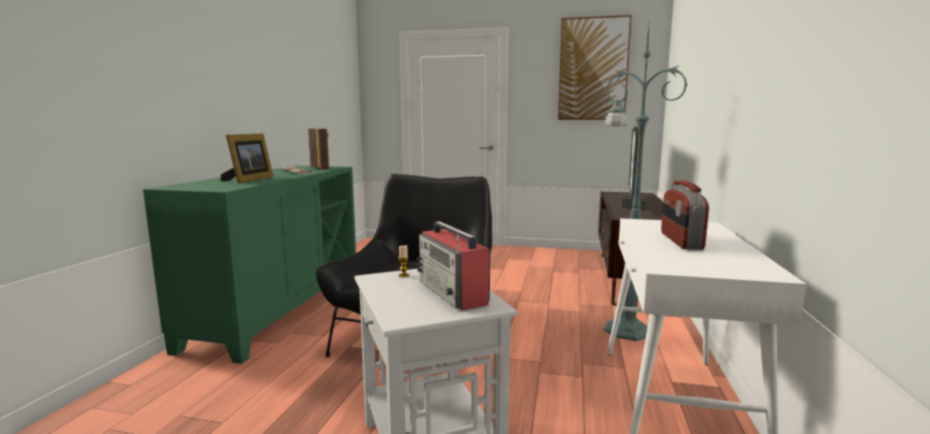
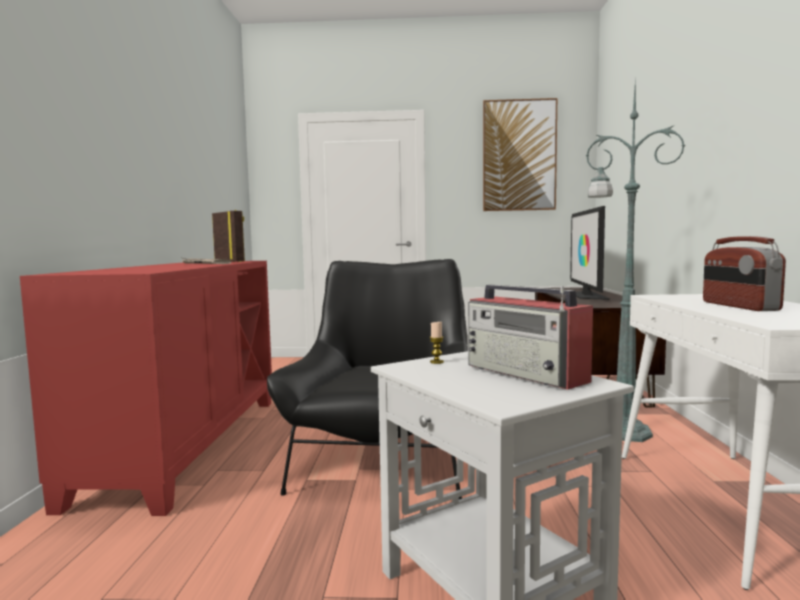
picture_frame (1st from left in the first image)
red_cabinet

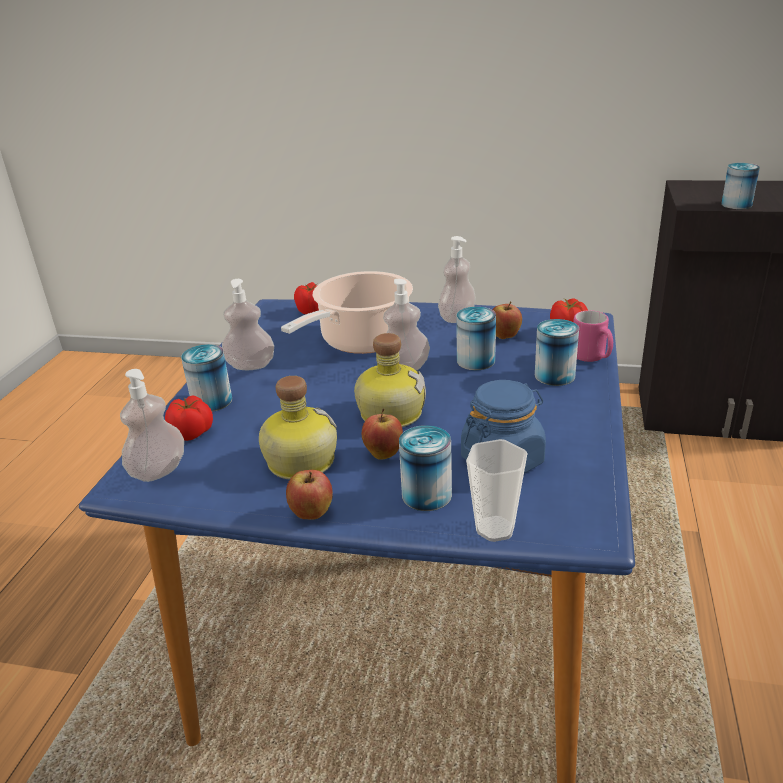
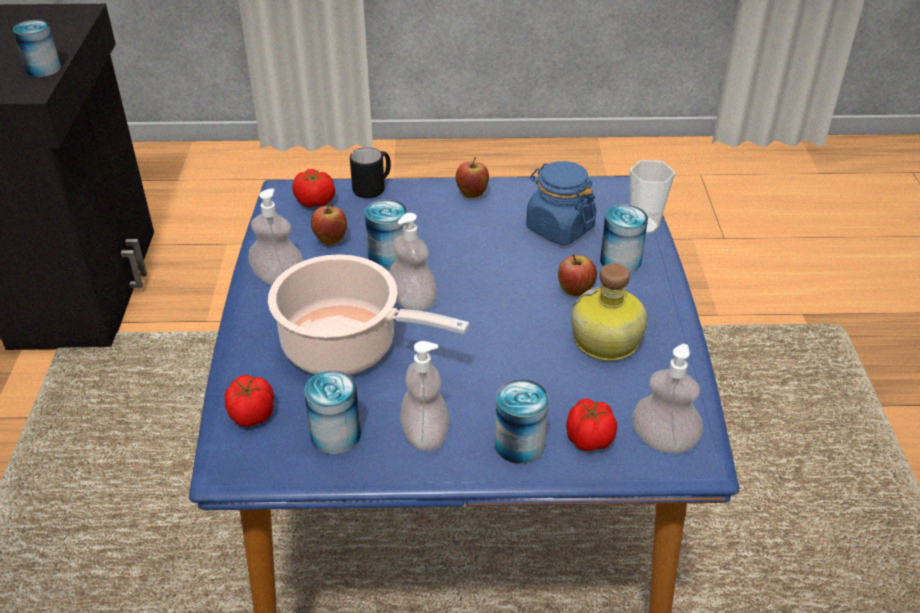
bottle (2nd from left in the first image)
apple (2nd from left)
can (2nd from left)
black_mug

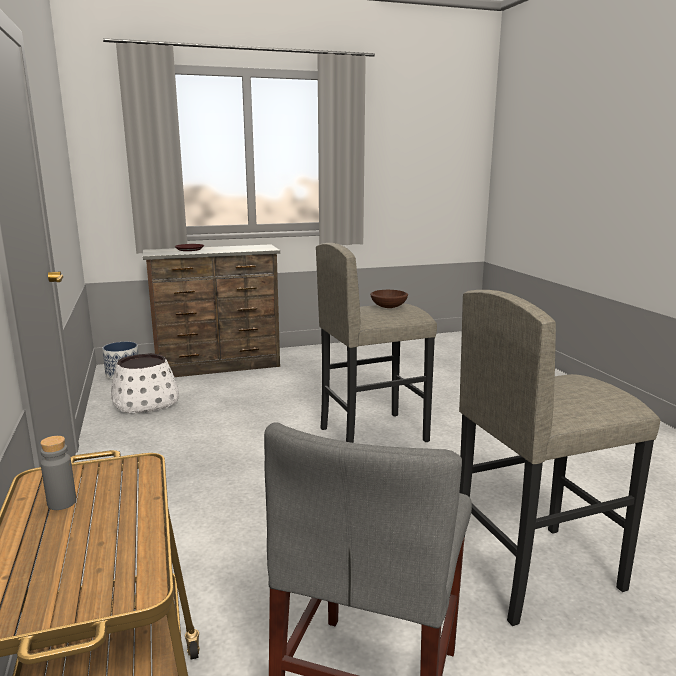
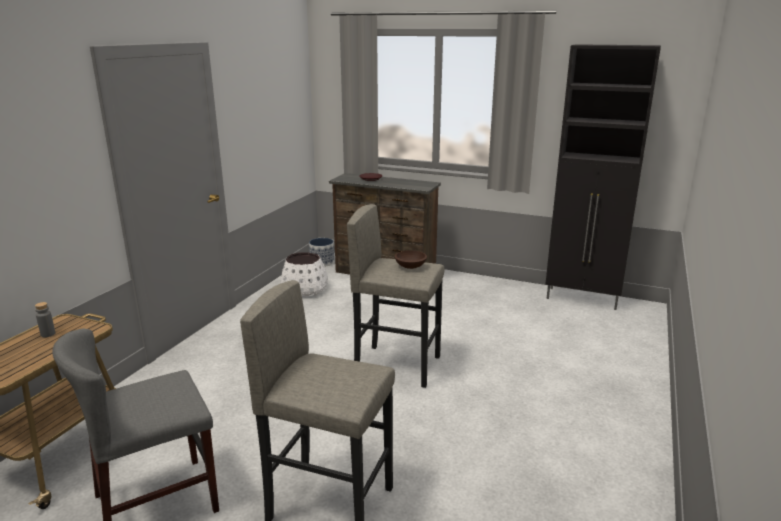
black_cabinet

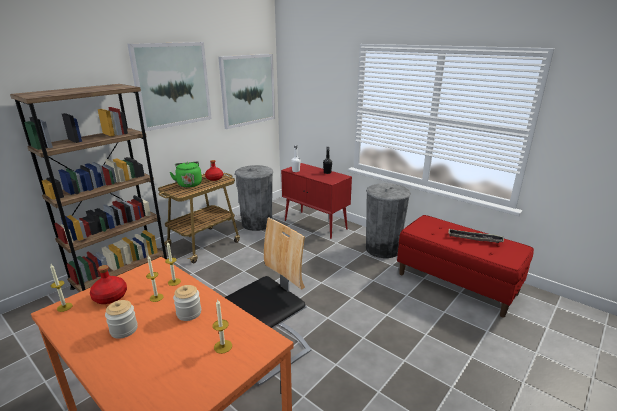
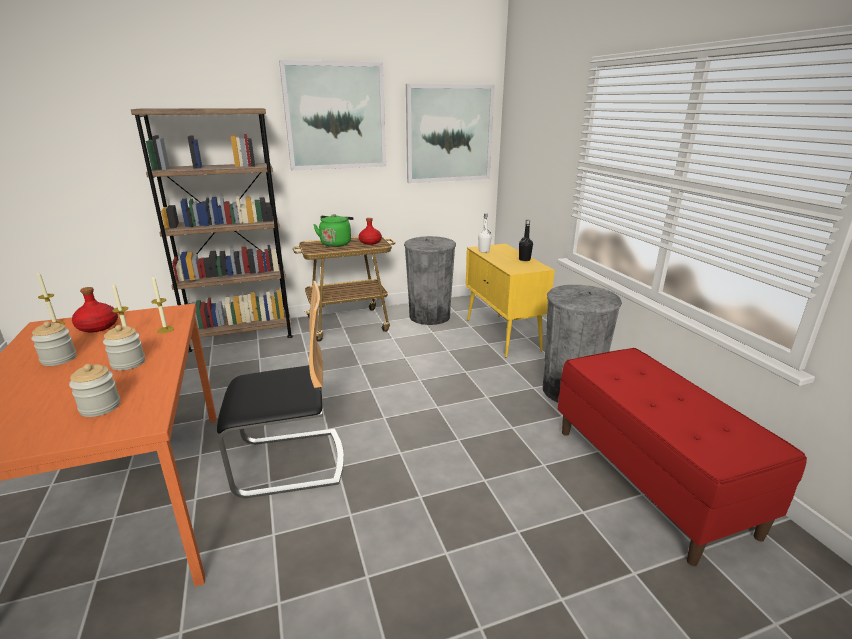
tray
jar (2nd from left)
yellow_cabinet

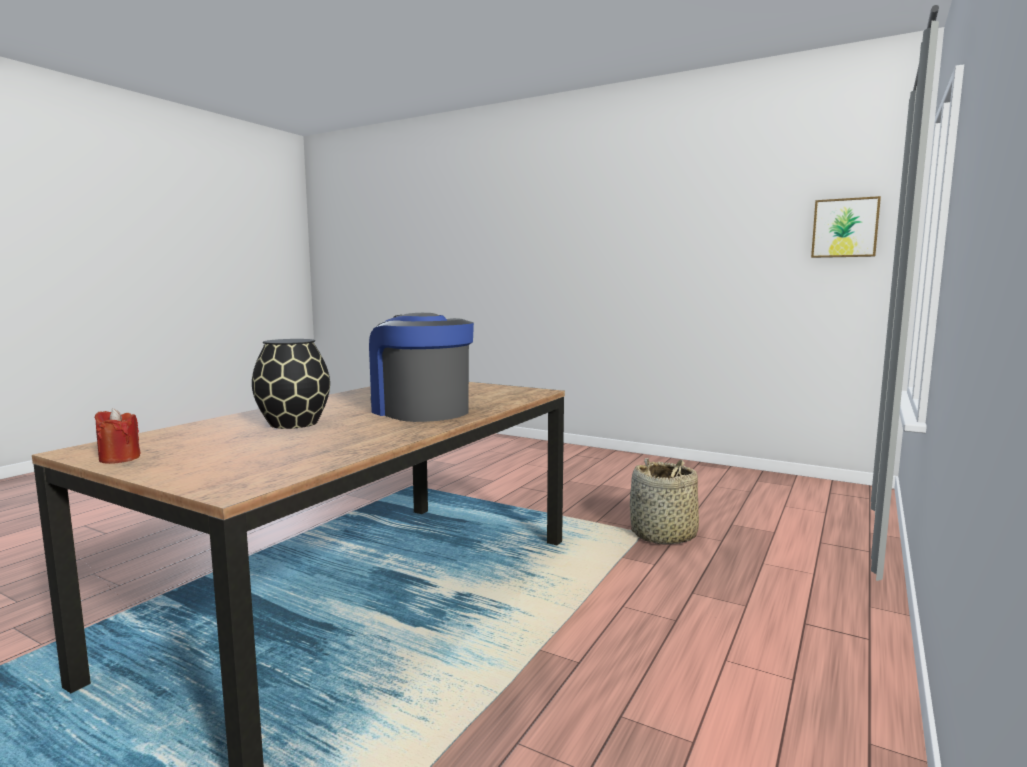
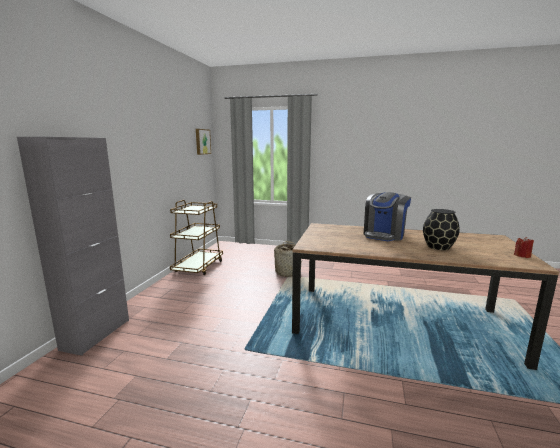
grey_cabinet
brown_cart

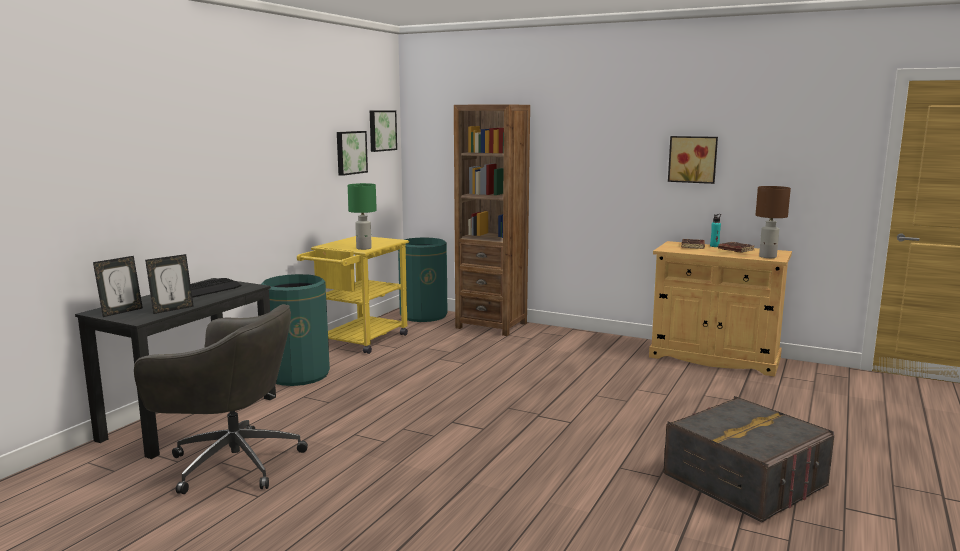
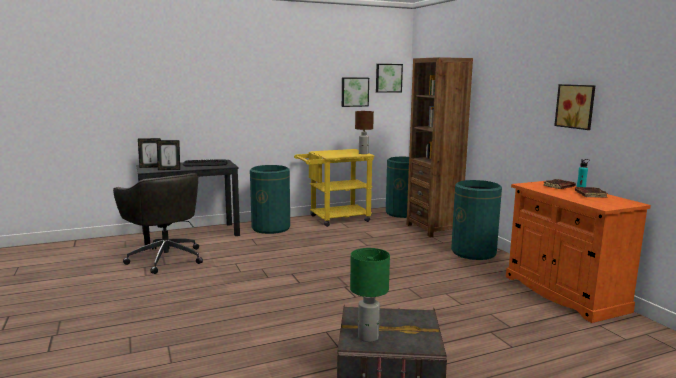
green_trash_can (3rd from left)
green_table_lamp
brown_table_lamp
orange_cabinet

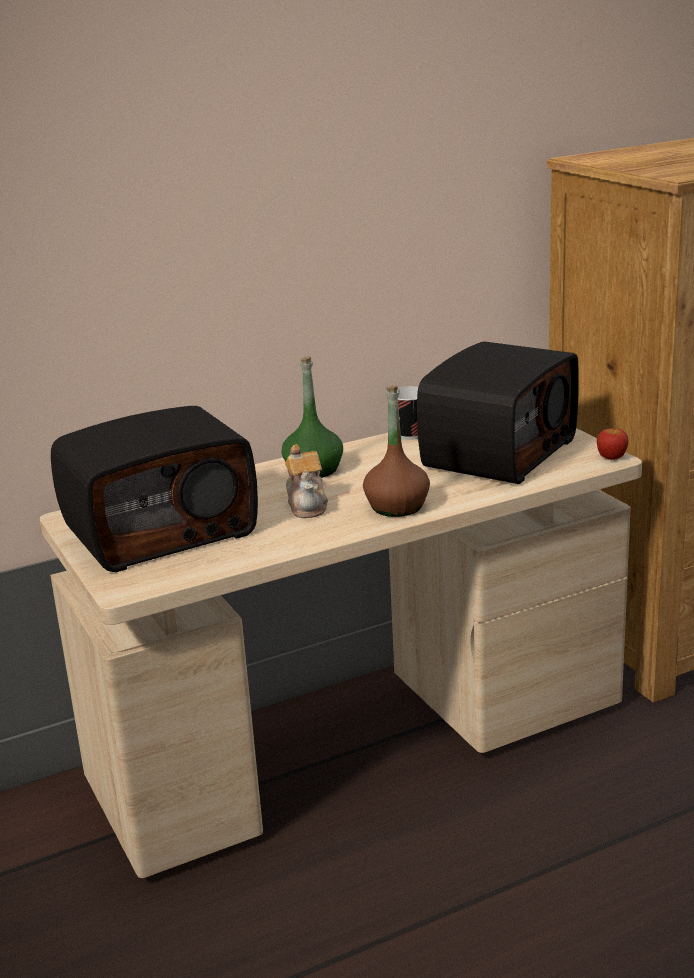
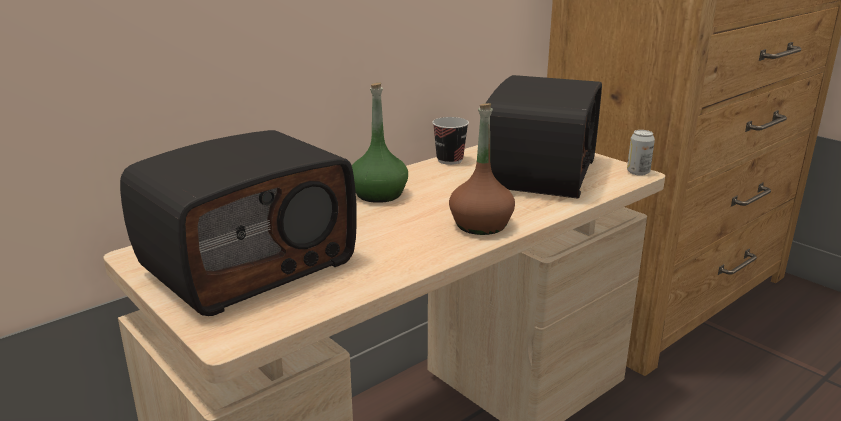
teapot
can

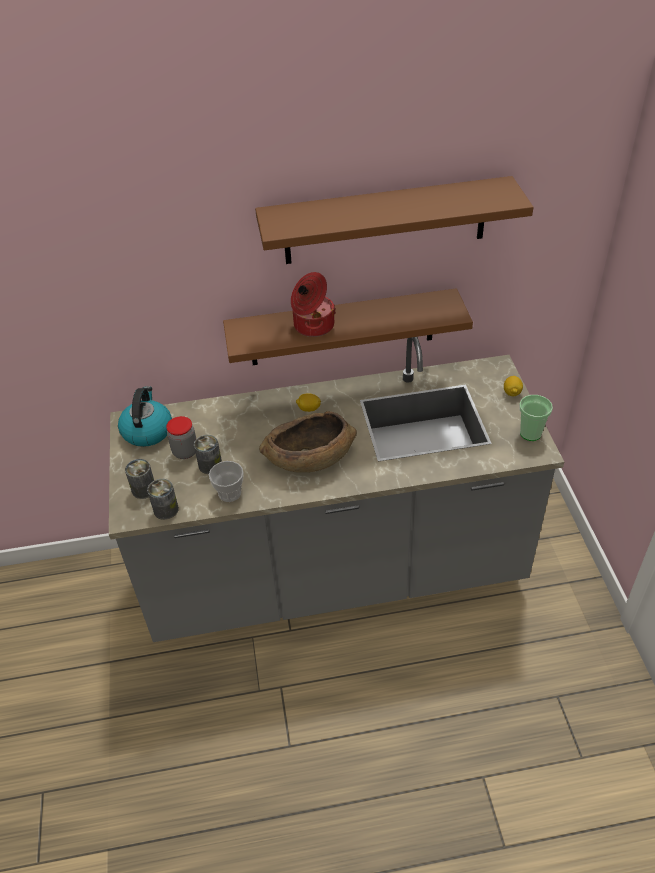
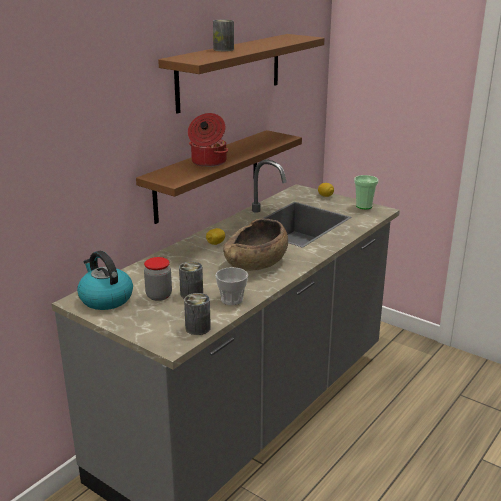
can (3rd from left)

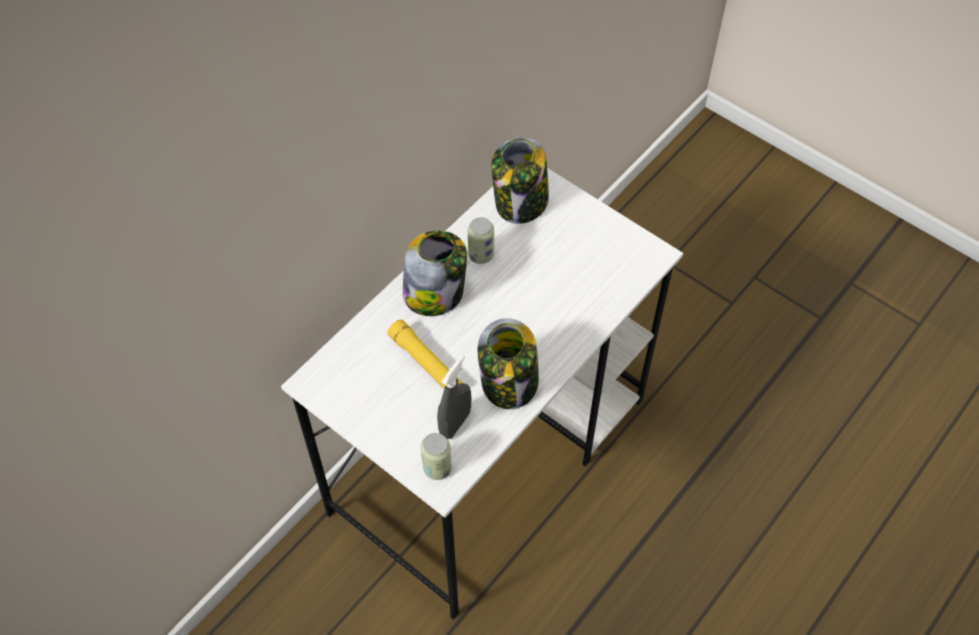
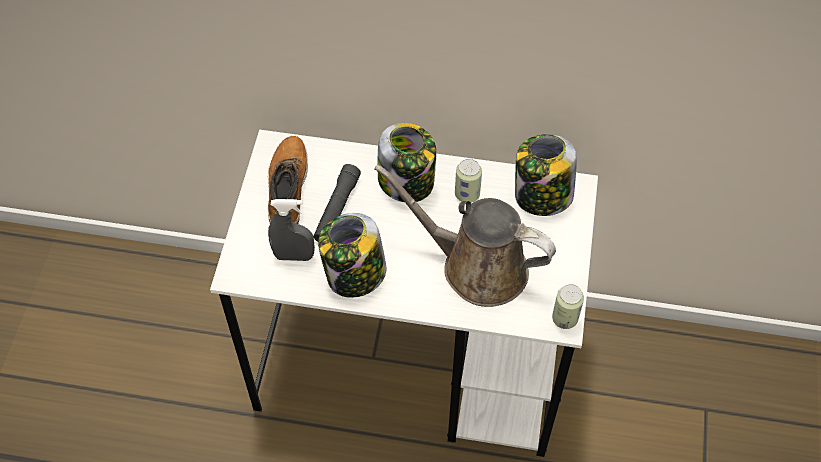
boot
brown_watering_can
can (2nd from left)
black_flashlight

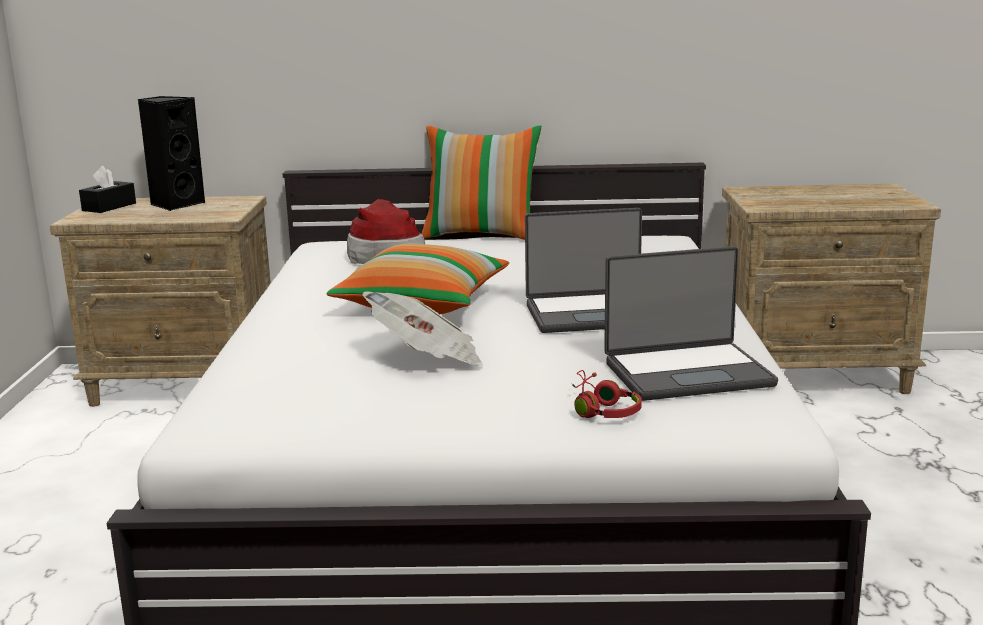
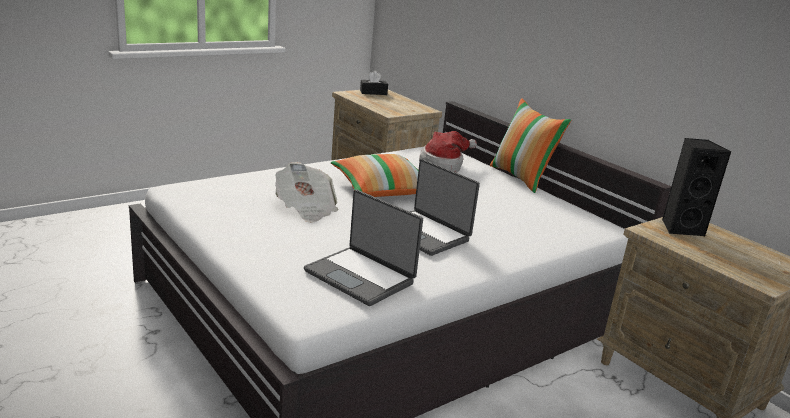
red_headphones
black_speaker

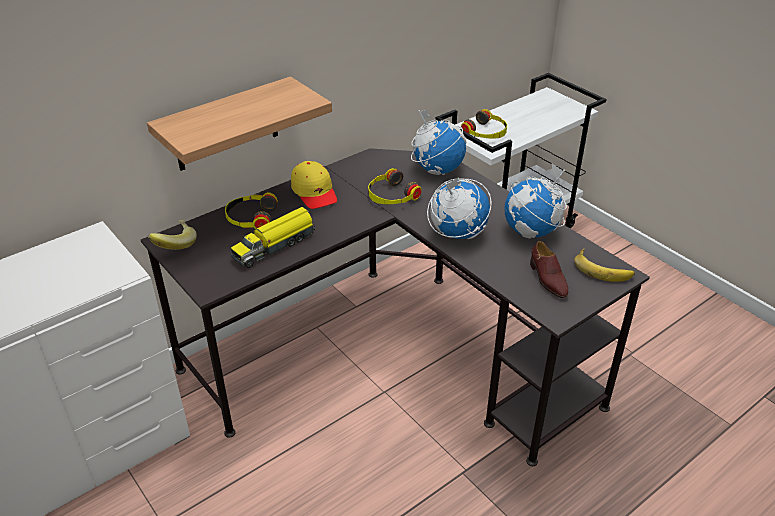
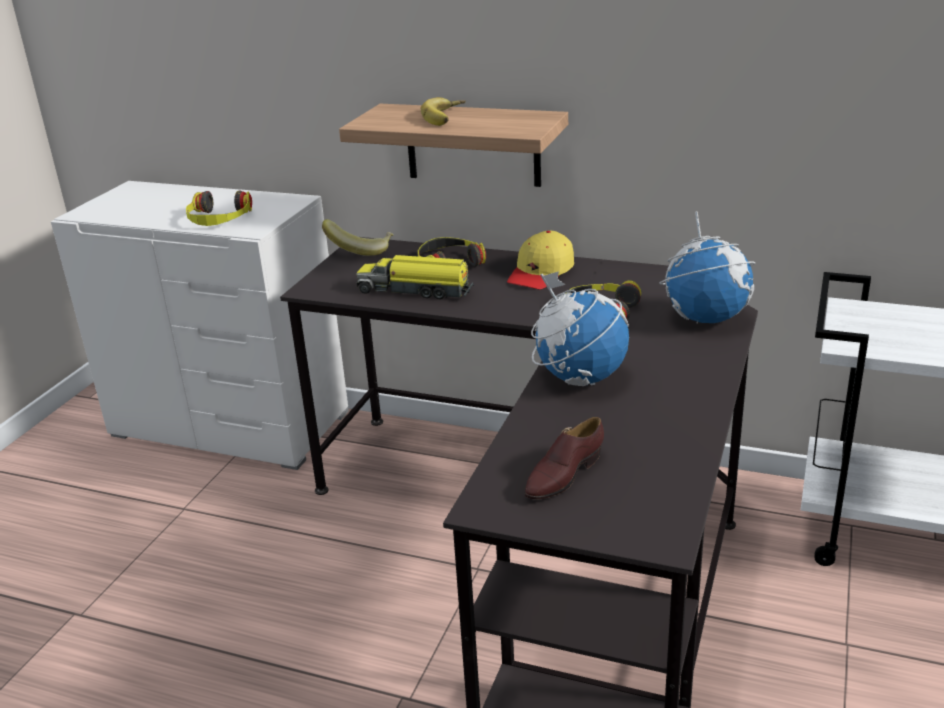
globe (3rd from left in the first image)
headphones (1st from left)
banana (2nd from left)

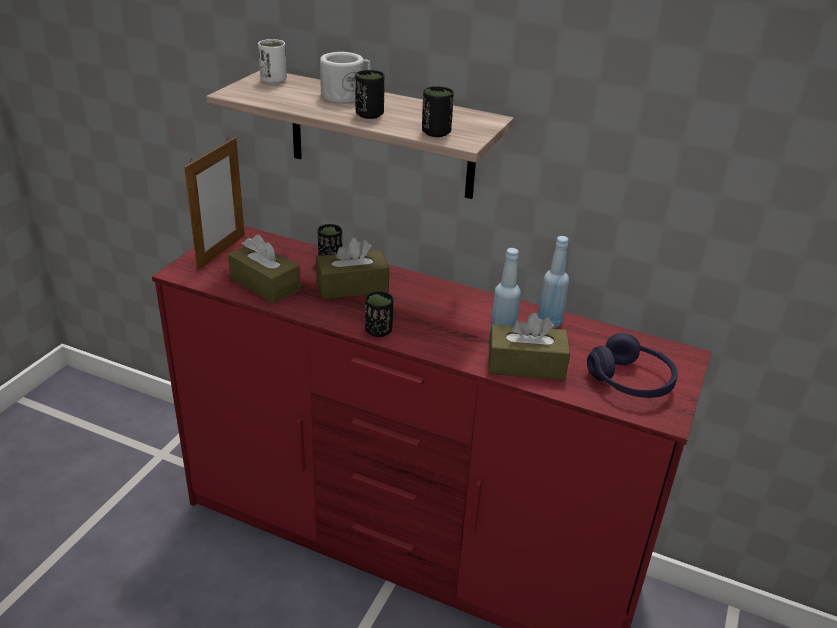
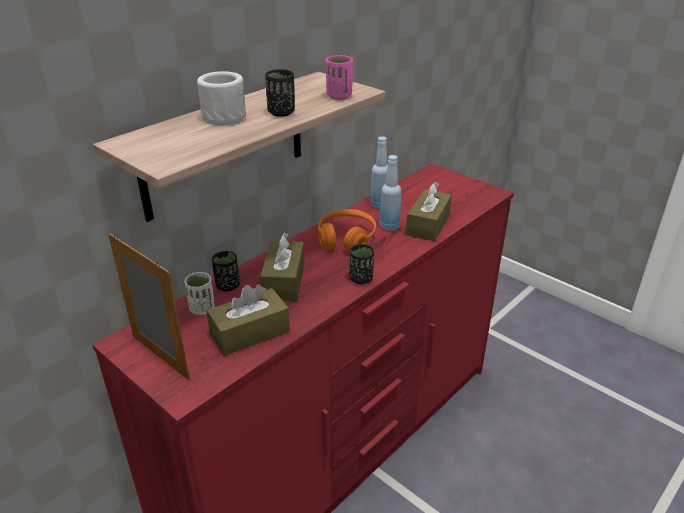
purple_headphones
orange_headphones
white_cup
pink_cup

